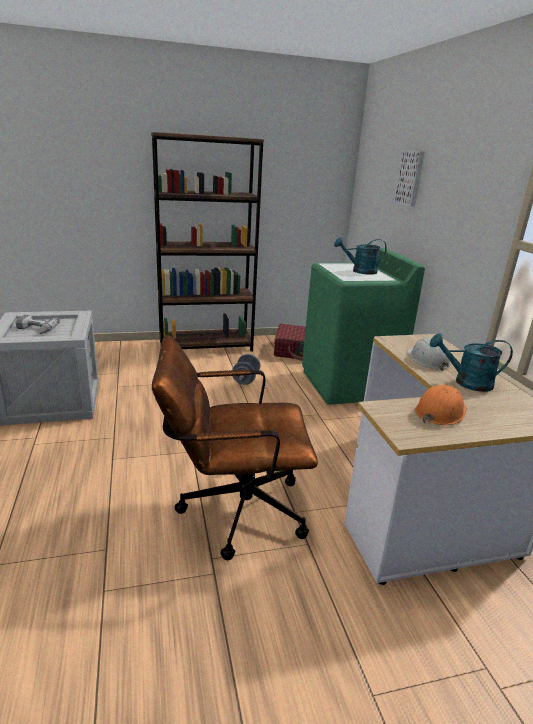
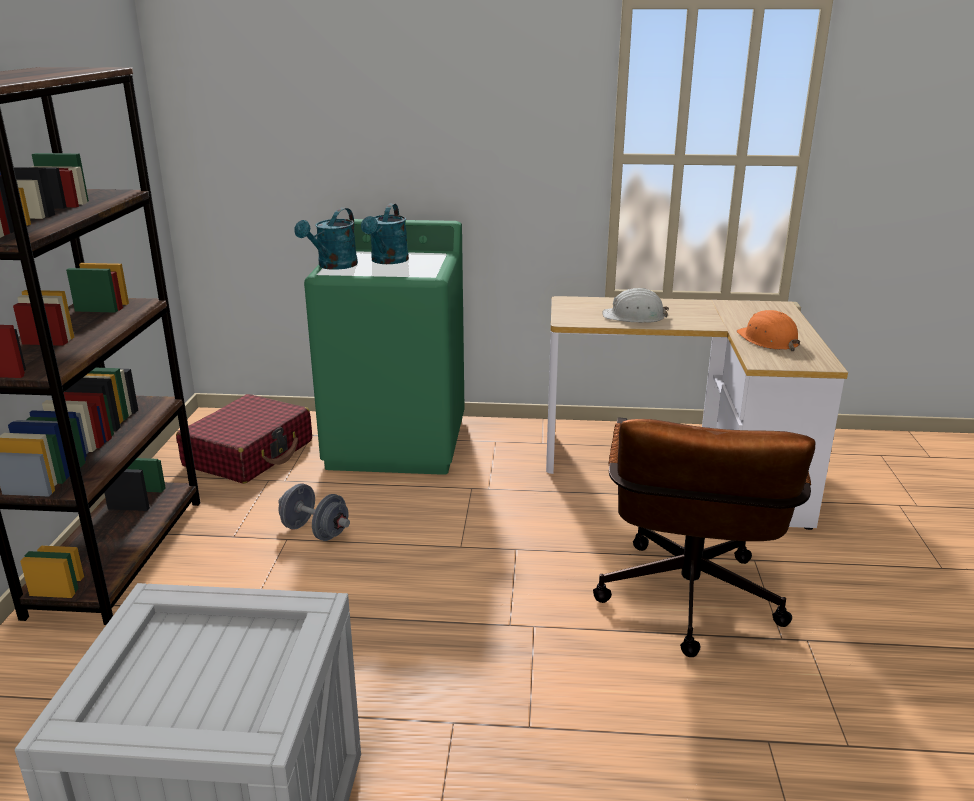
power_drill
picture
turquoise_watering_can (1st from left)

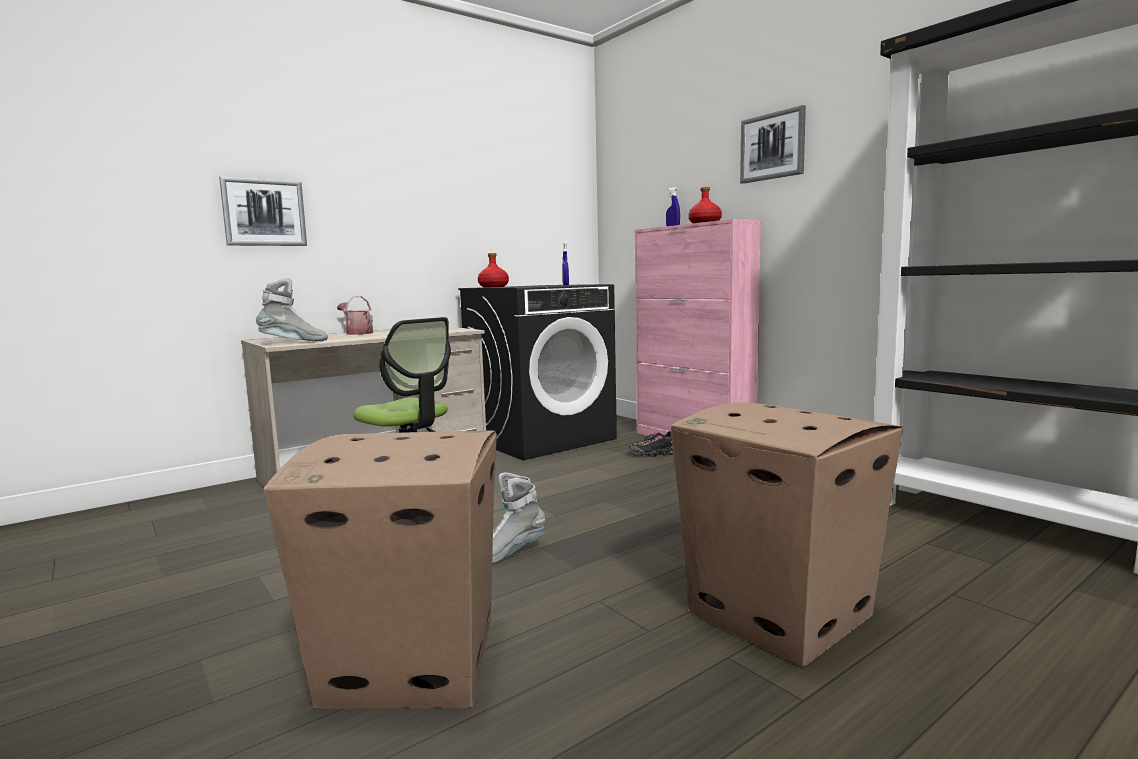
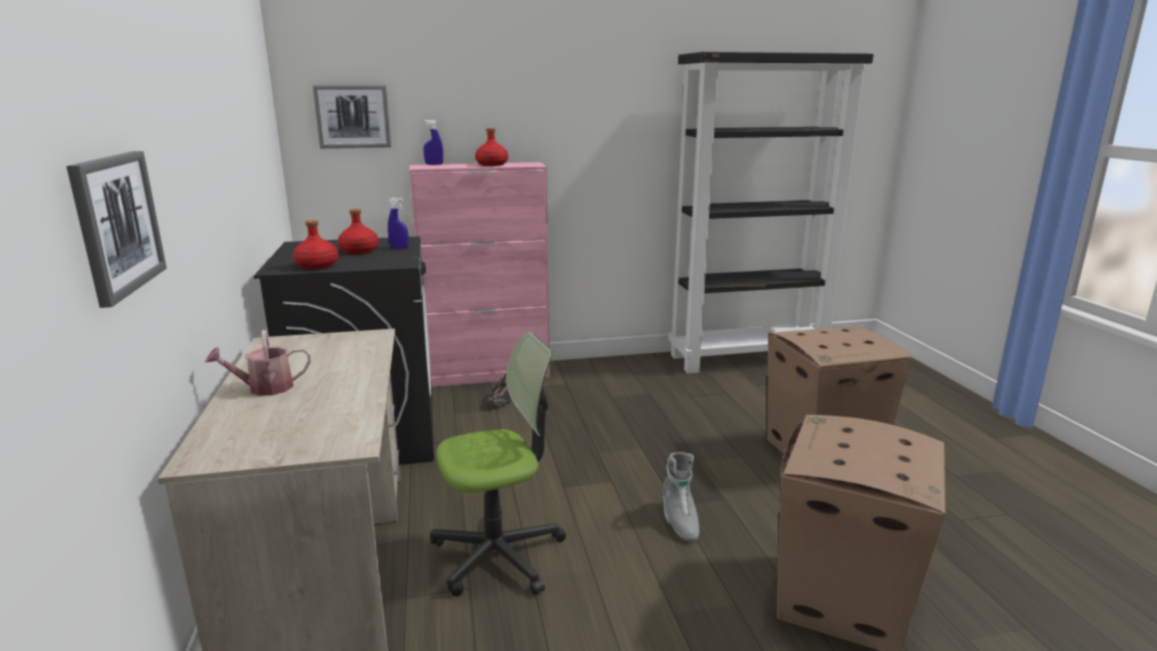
grey_boot (1st from left in the first image)
red_bottle (2nd from left)
picture (2nd from left)

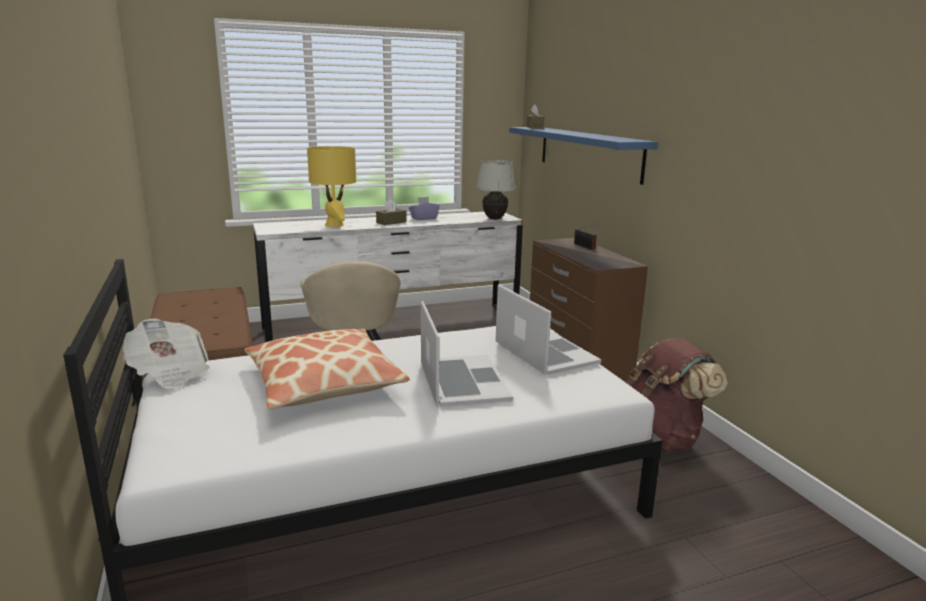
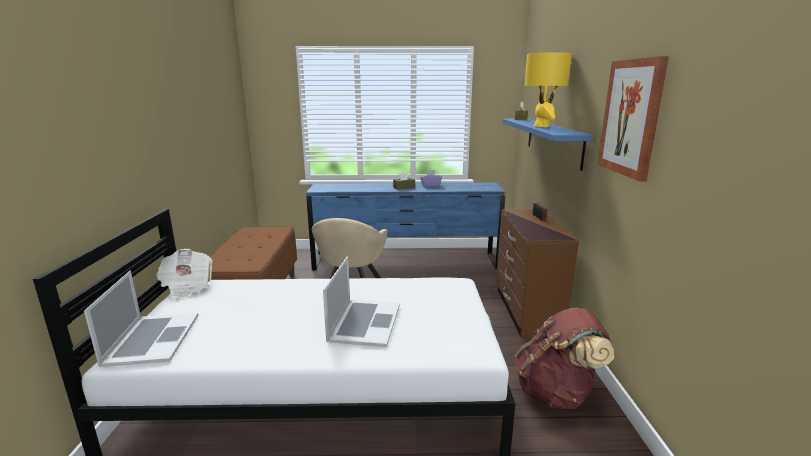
pillow
white_table_lamp
picture
yellow_table_lamp
laptop (1st from left)
blue_dresser

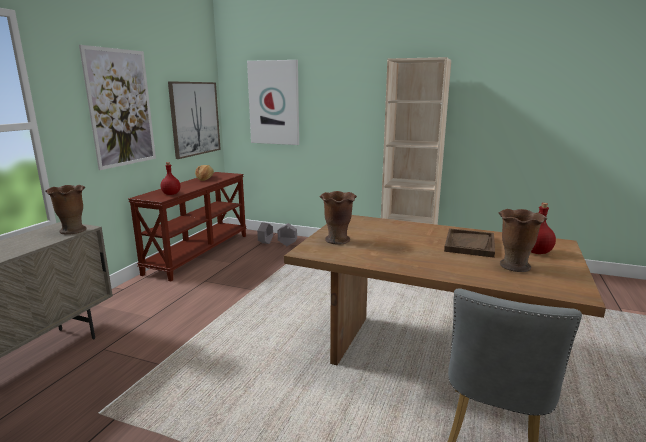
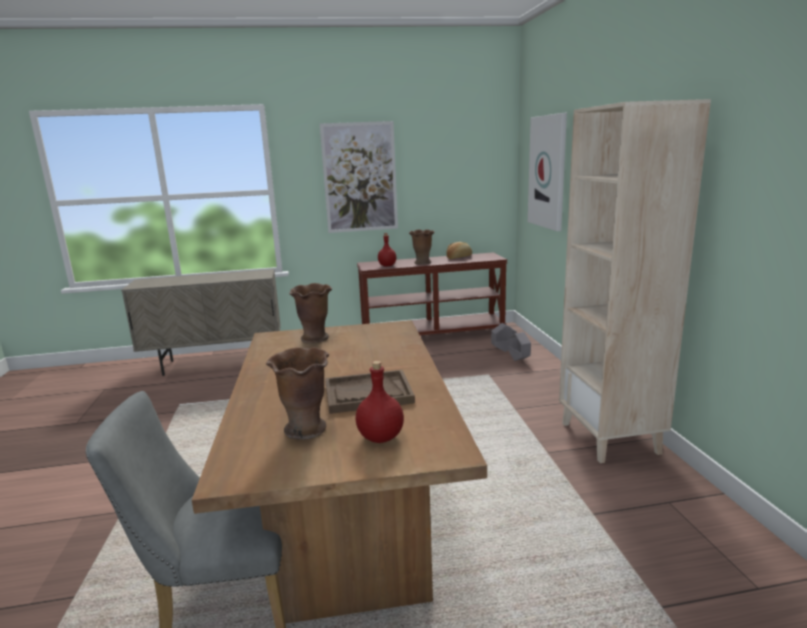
picture (2nd from left in the first image)
brown_vase (3rd from left)

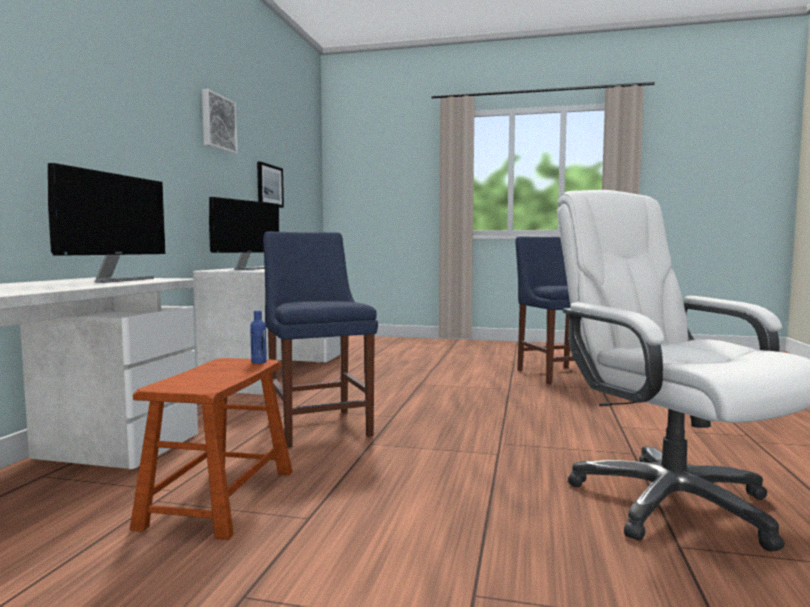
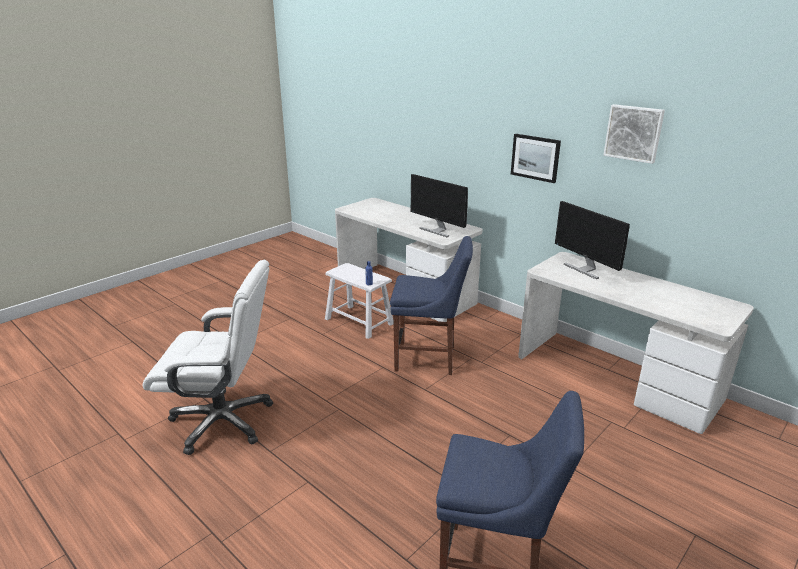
picture (1st from left)
white_stool

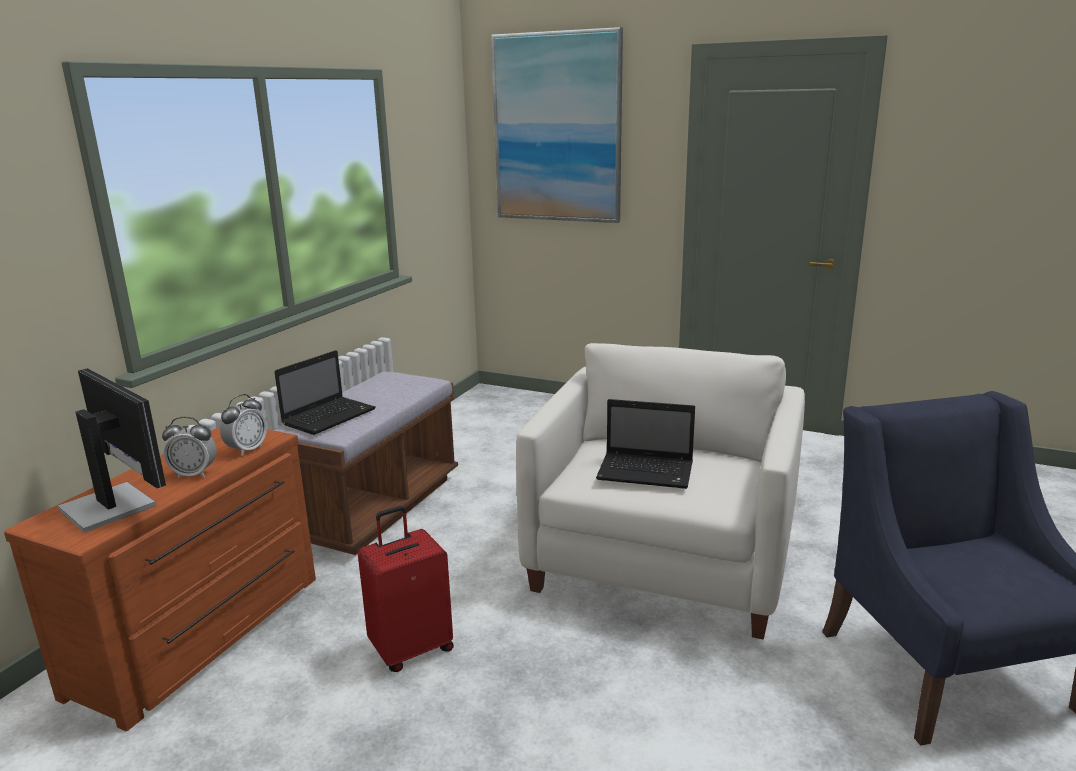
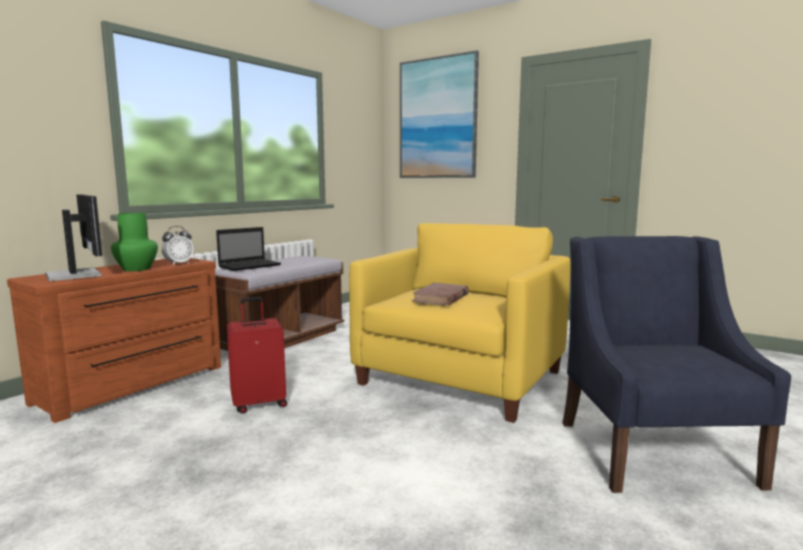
green_vase
brown_book
yellow_armchair

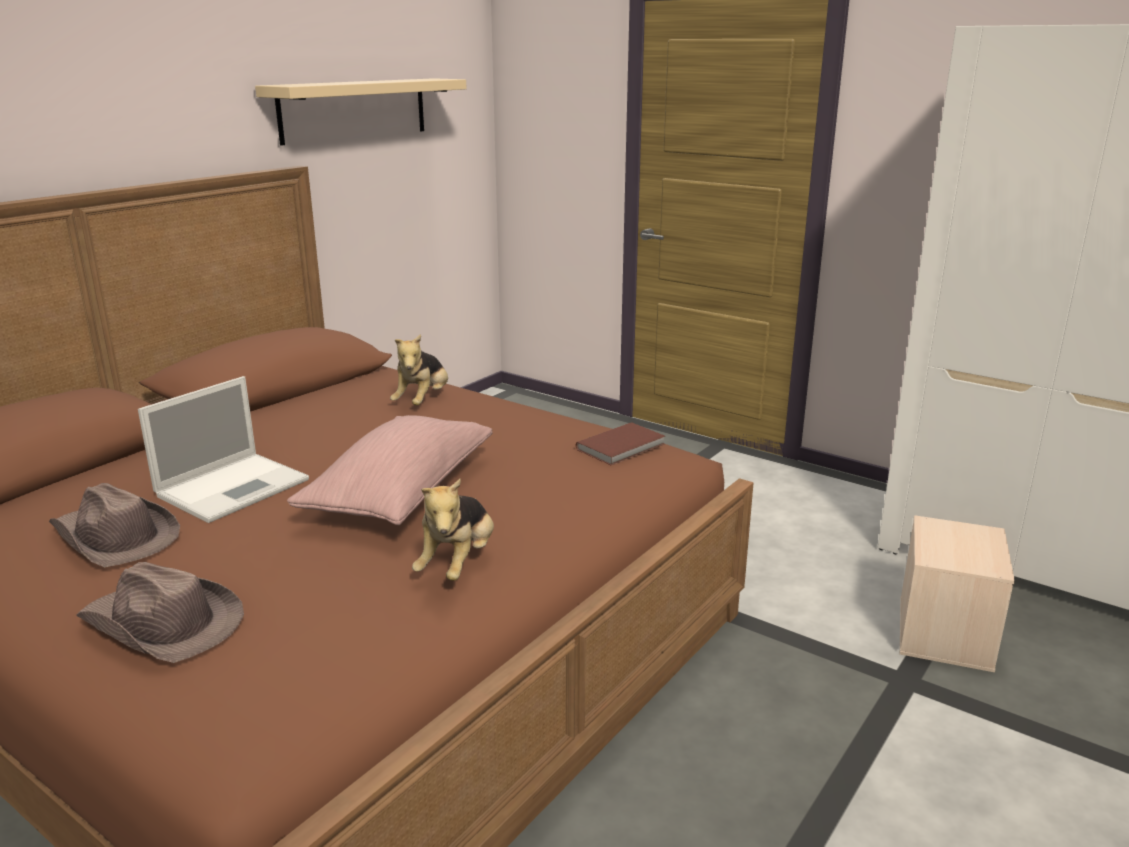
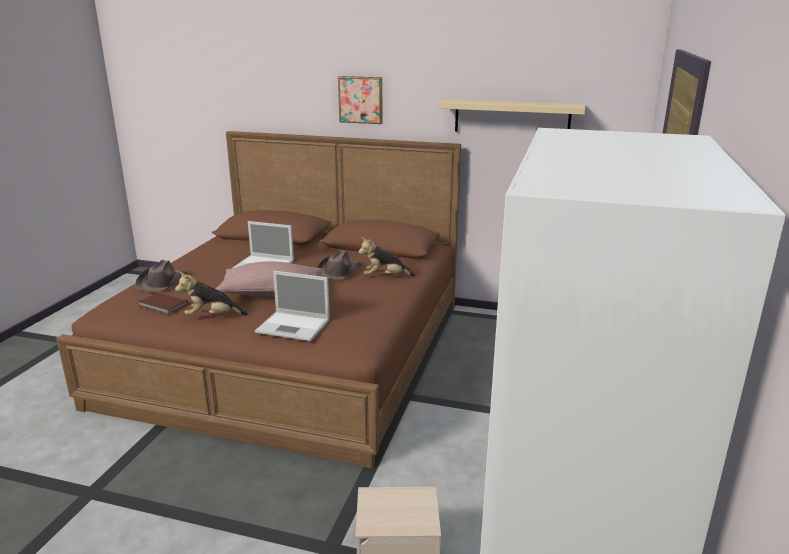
laptop (2nd from left)
picture
brown_hat (2nd from left)
brown_book

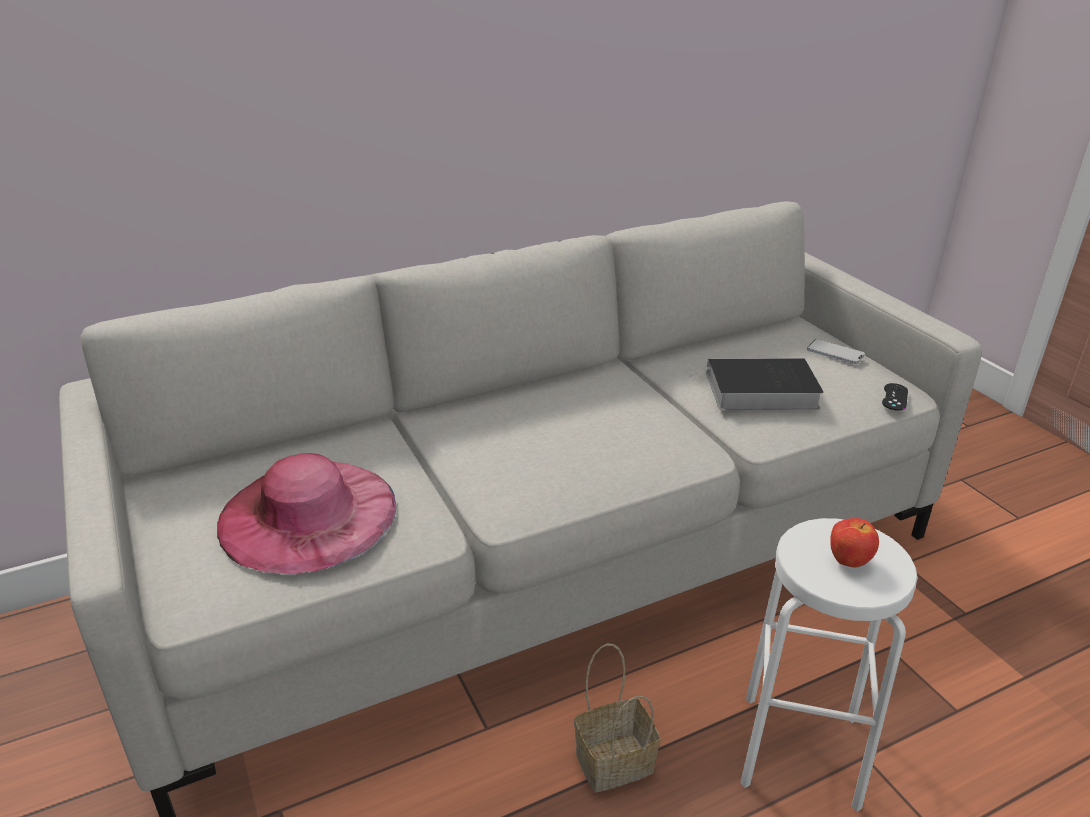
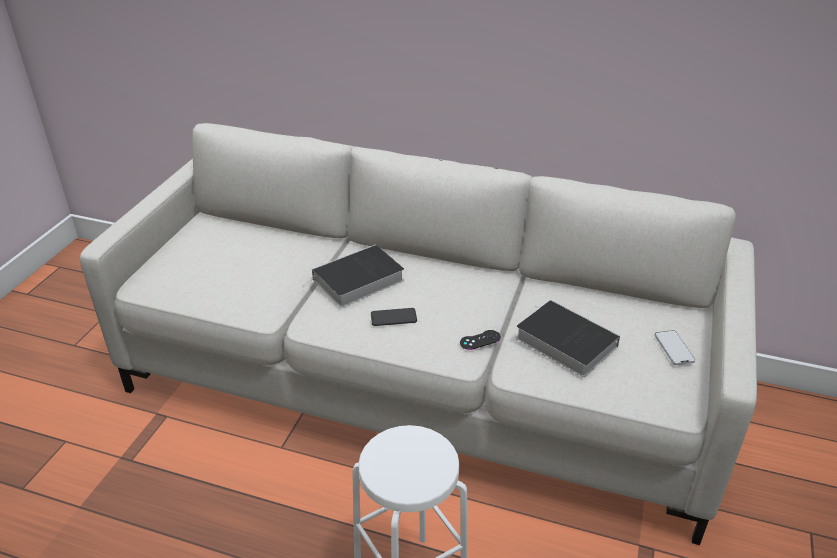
pink_hat
basket
apple
book (1st from left)
phone (1st from left)
black_game_controller

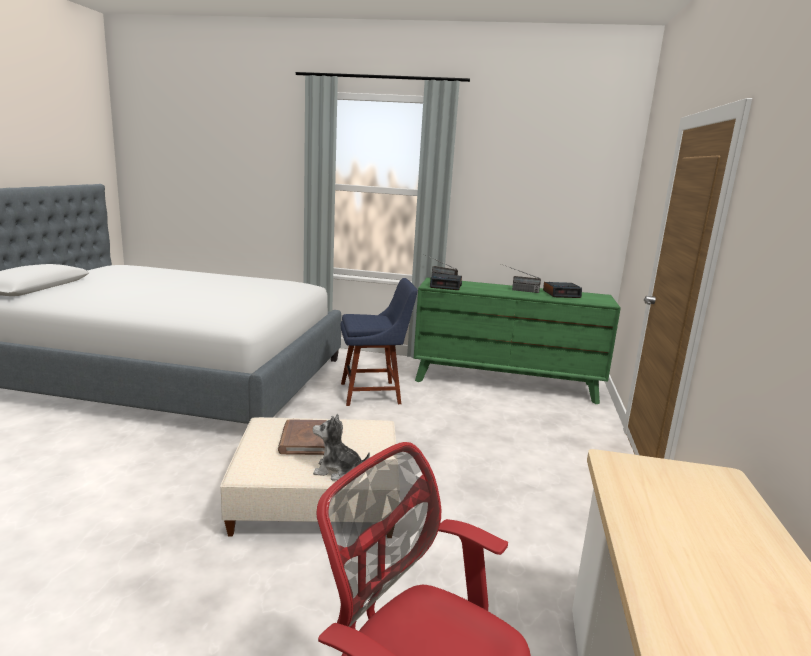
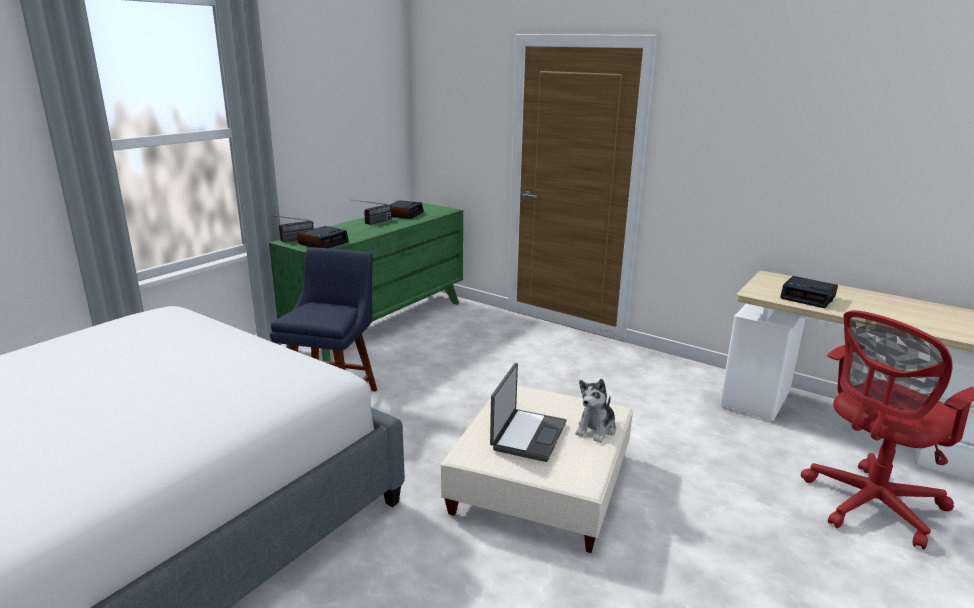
alarm_clock (3rd from left)
laptop

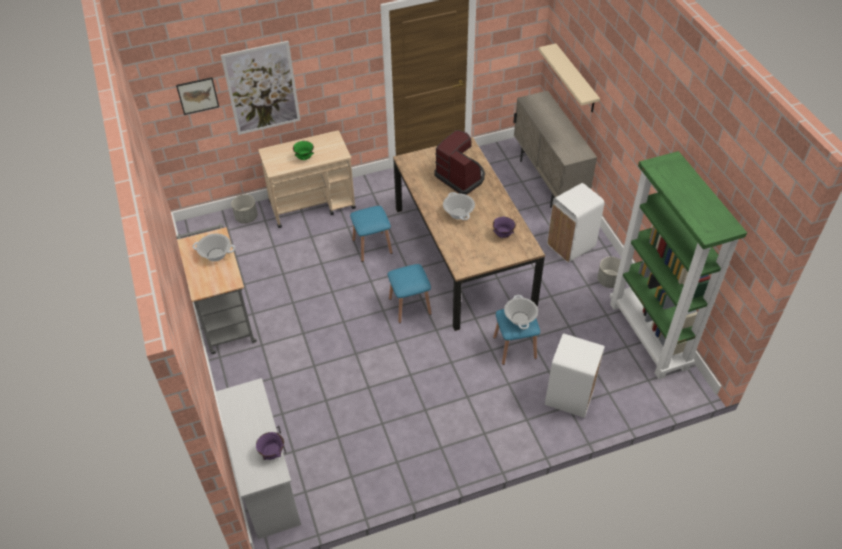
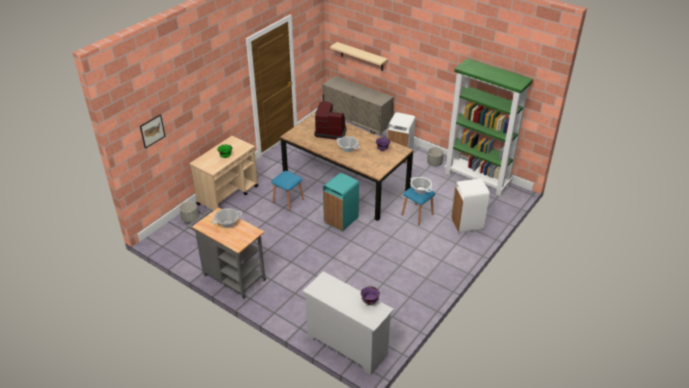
picture (2nd from left in the first image)
turquoise_trash_can

